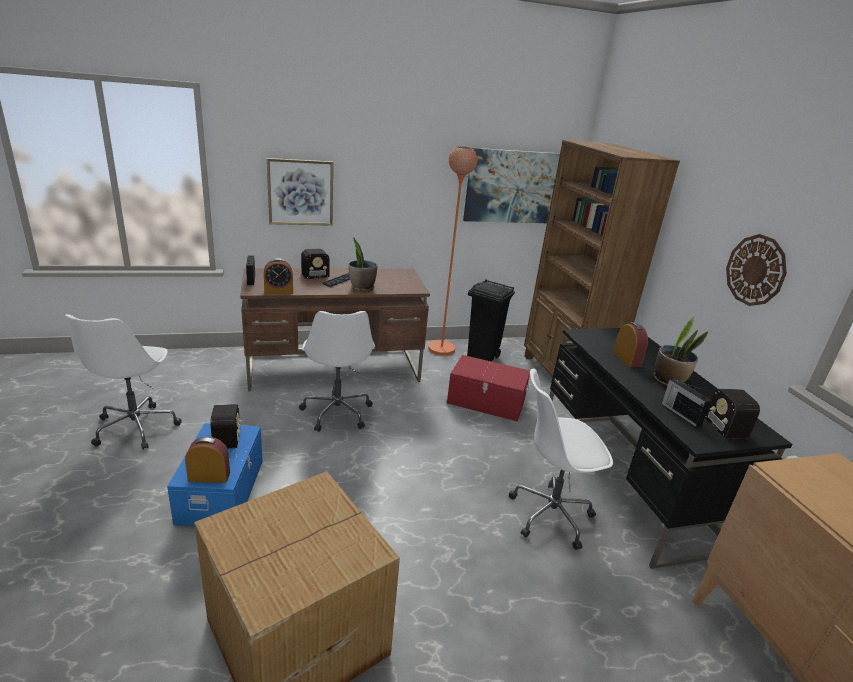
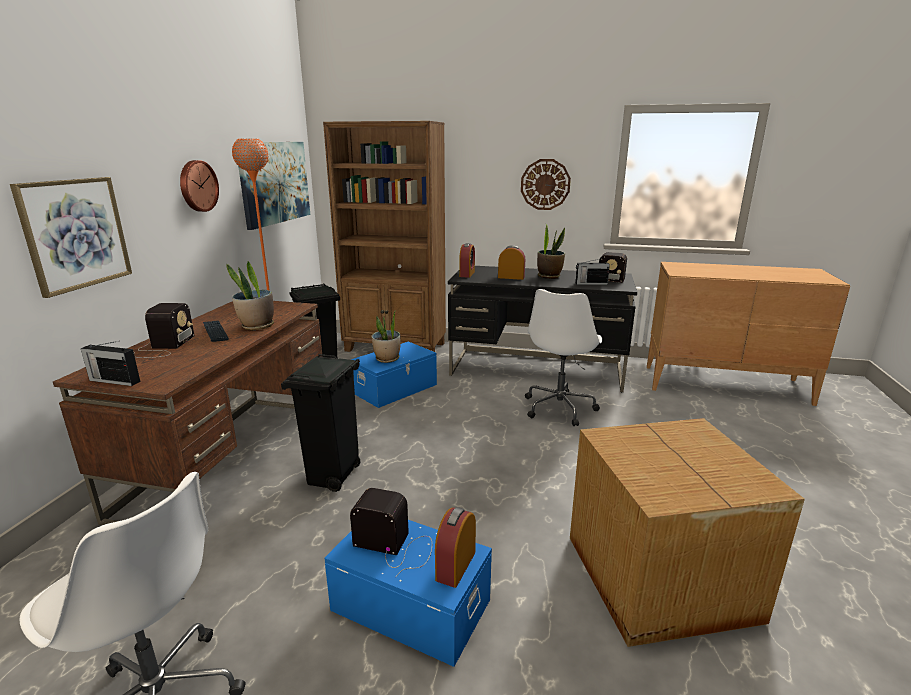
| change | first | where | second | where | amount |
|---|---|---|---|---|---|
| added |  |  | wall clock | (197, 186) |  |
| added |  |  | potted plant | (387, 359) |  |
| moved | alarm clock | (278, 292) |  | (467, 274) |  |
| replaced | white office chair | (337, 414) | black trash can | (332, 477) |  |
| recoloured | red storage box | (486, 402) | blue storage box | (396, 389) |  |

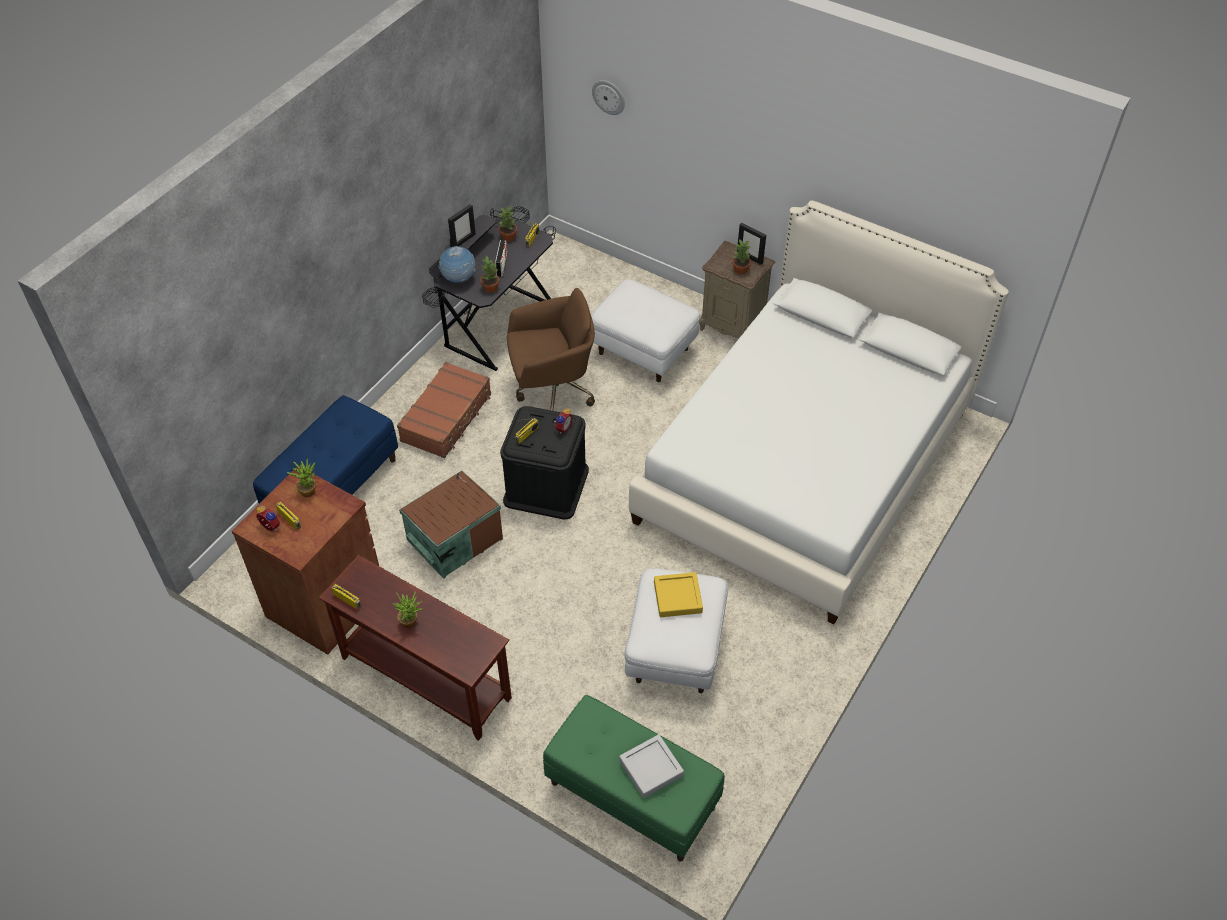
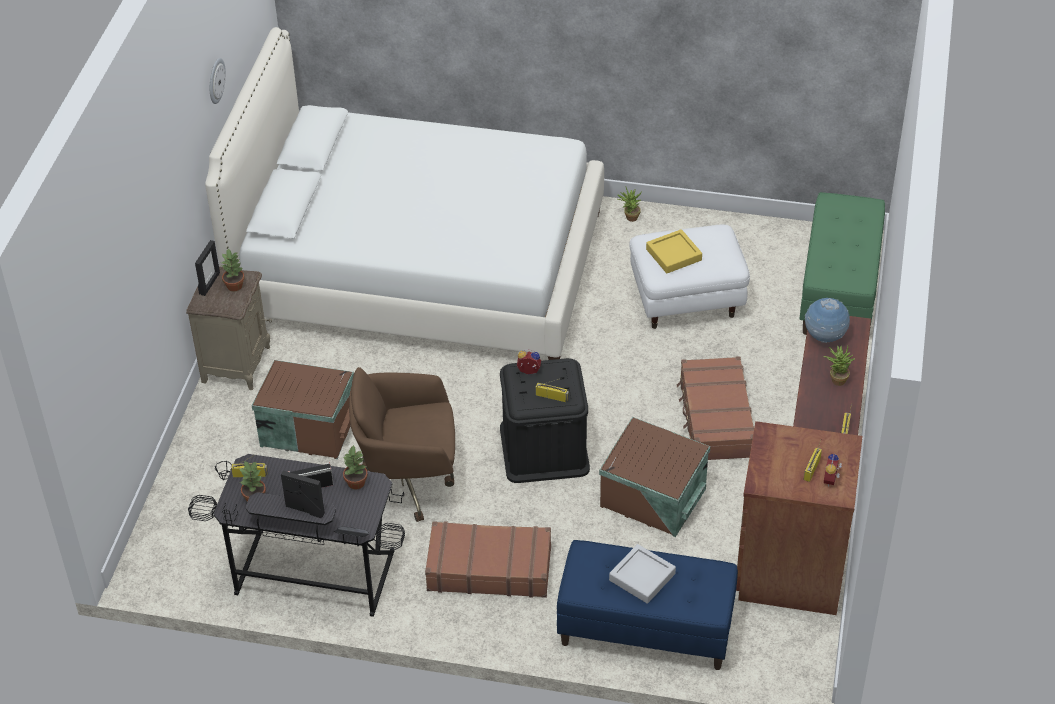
| change | first | where | second | where | amount |
|---|---|---|---|---|---|
| added |  |  | brown suitcase | (715, 418) |  |
| moved | potted plant | (309, 490) |  | (629, 218) |  |
| moved | globe | (459, 279) |  | (825, 337) |  |
| moved | wall clock | (609, 97) |  | (215, 80) |  |
| moved | grey tray | (651, 768) |  | (642, 577) |  |
| replaced | white ottoman | (644, 352) | brown storage box | (308, 427) |  |
| turned | brown office chair | (552, 394) |  | (409, 486) | 60 degrees counterclockwise |

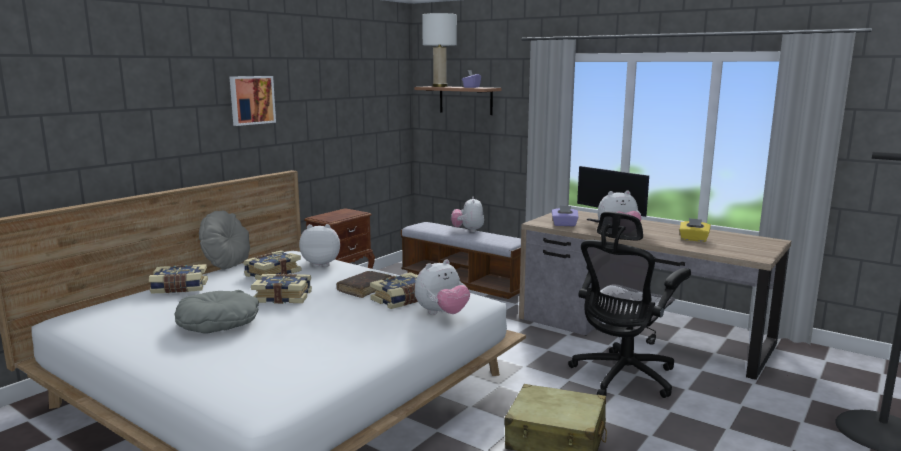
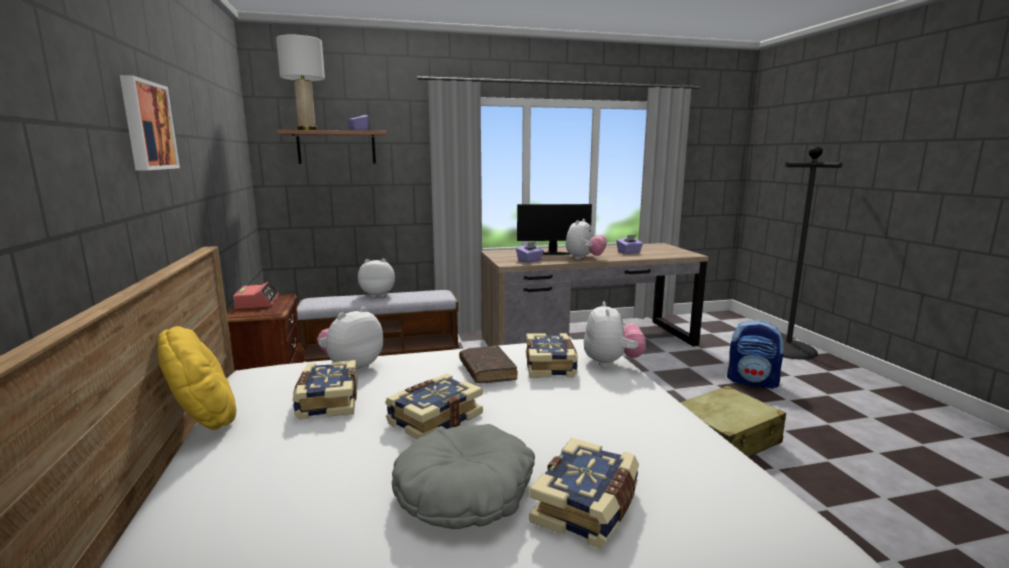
| change | first | where | second | where | amount |
|---|---|---|---|---|---|
| removed | office chair | (624, 377) |  |  |  |
| added |  |  | alarm clock | (257, 302) |  |
| added |  |  | backpack | (753, 381) |  |
| moved | book | (179, 288) |  | (588, 507) |  |
| recoloured | grey pillow | (227, 265) | yellow pillow | (204, 423) |  |
| recoloured | yellow tissue box | (693, 239) | purple tissue box | (629, 252) |  |
| turned | plush toy | (468, 230) |  | (378, 295) | 135 degrees clockwise |

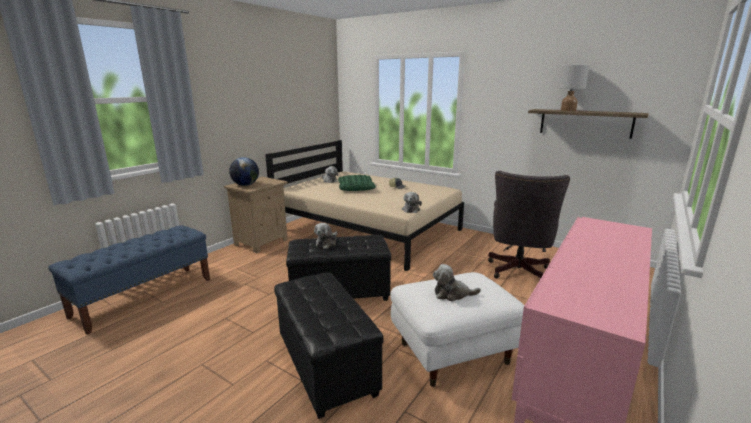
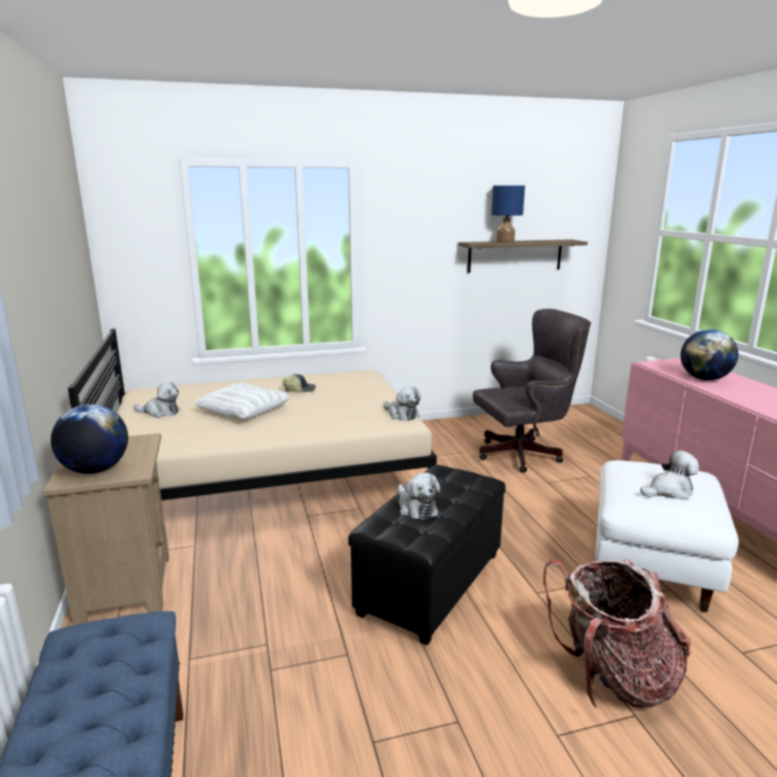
| change | first | where | second | where | amount |
|---|---|---|---|---|---|
| added |  |  | globe | (704, 379) |  |
| replaced | black ottoman | (325, 365) | backpack | (612, 677) |  |
| recoloured | green pillow | (356, 188) | white pillow | (243, 410) |  |
| recoloured | grey table lamp | (568, 110) | blue table lamp | (505, 242) |  |
| turned | plush toy | (452, 294) |  | (669, 491) | 150 degrees counterclockwise |
| turned | grey office chair | (518, 272) |  | (523, 454) | 75 degrees counterclockwise |

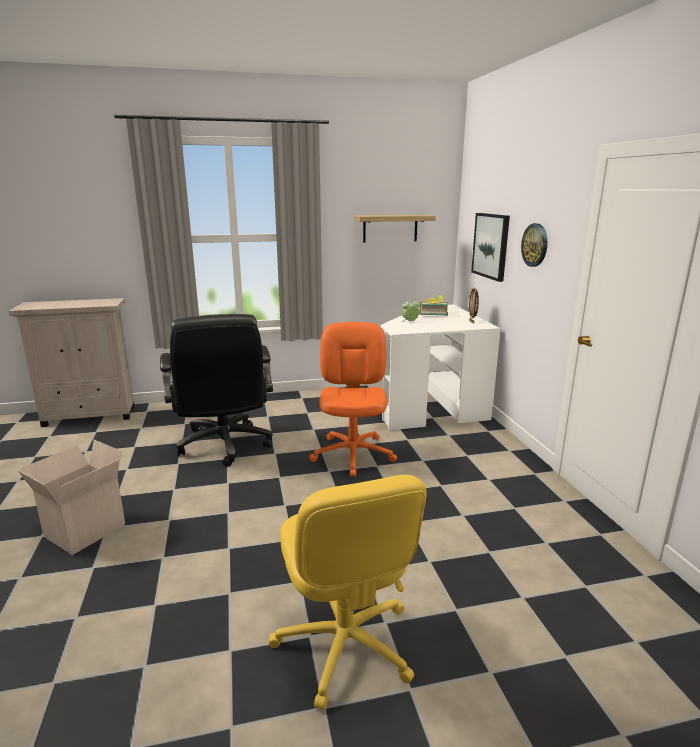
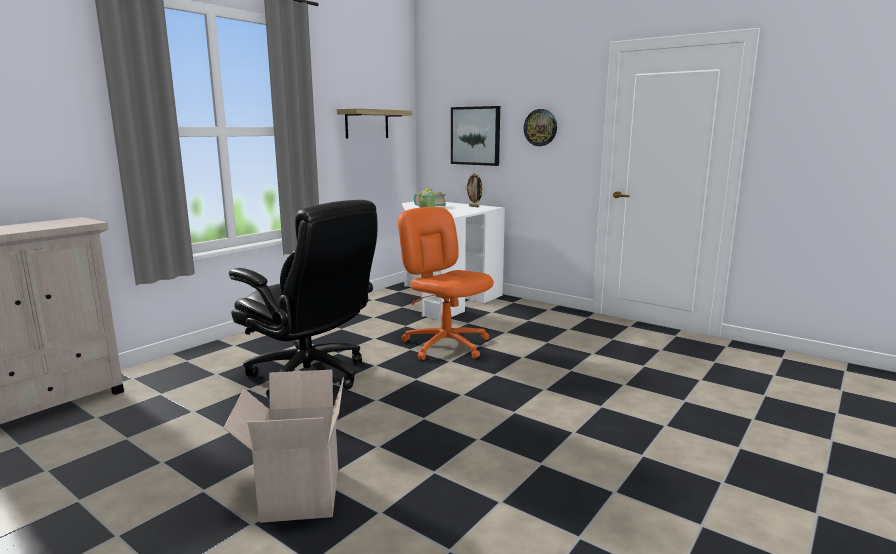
| change | first | where | second | where | amount |
|---|---|---|---|---|---|
| removed | yellow office chair | (344, 644) |  |  |  |

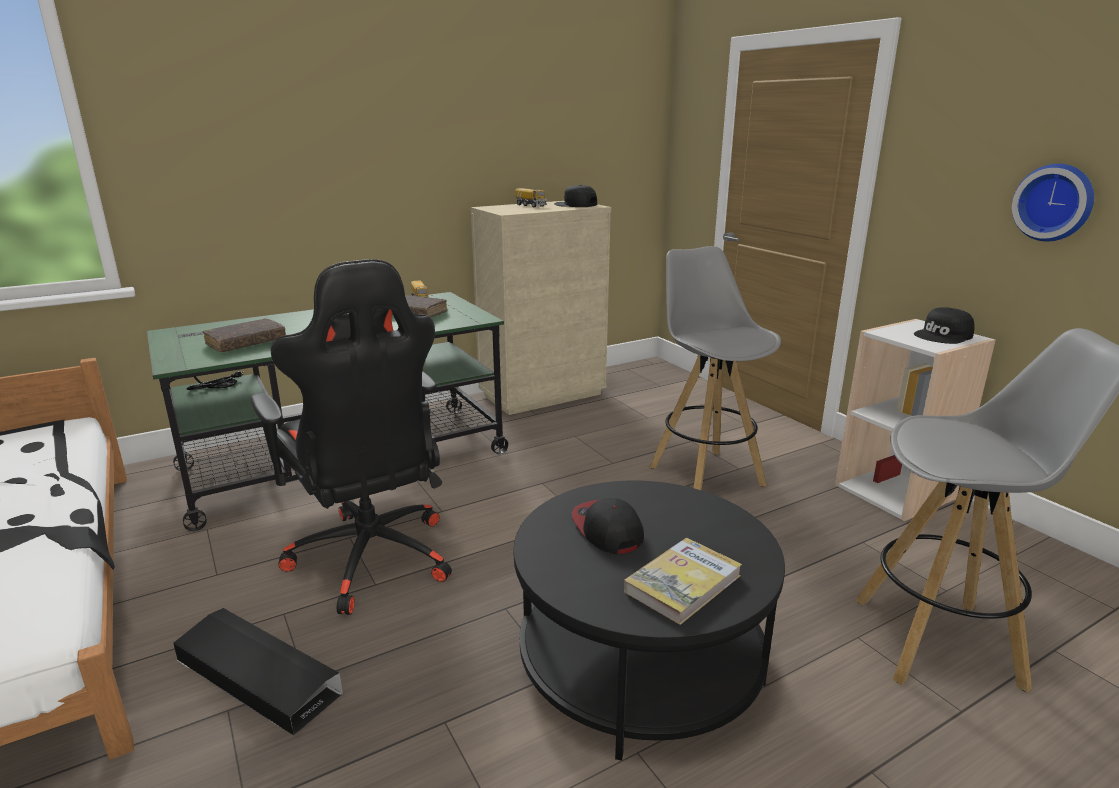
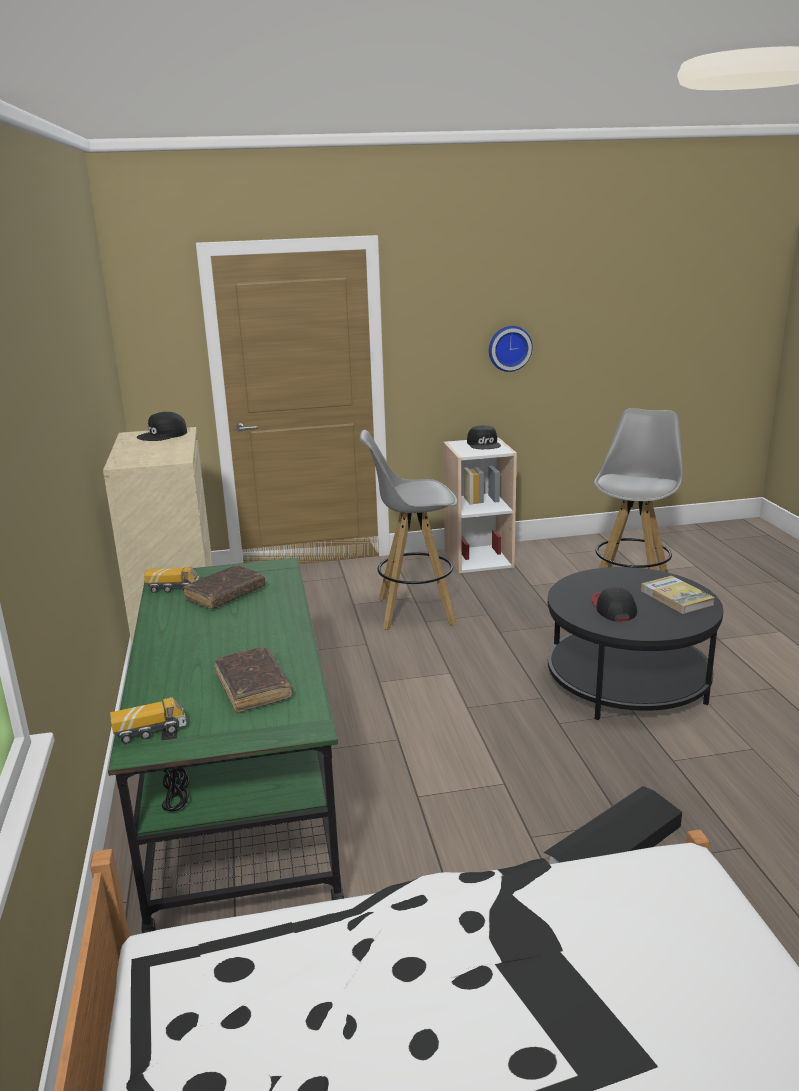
| change | first | where | second | where | amount |
|---|---|---|---|---|---|
| removed | black office chair | (367, 550) |  |  |  |
| moved | toy truck | (531, 205) |  | (150, 732) |  |
| turned | cap | (606, 529) |  | (613, 608) | 90 degrees clockwise |

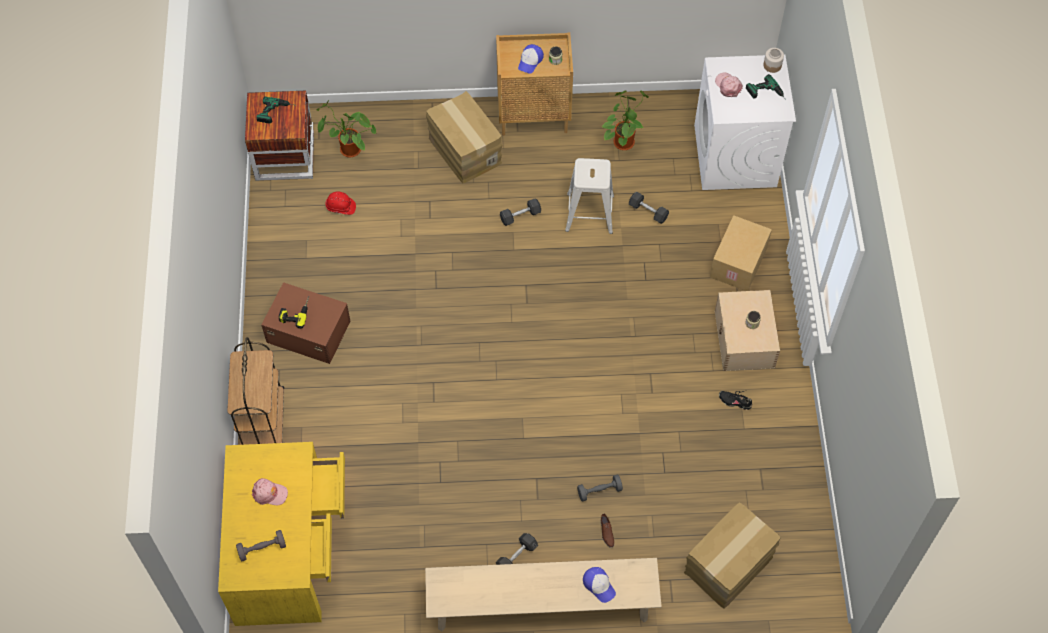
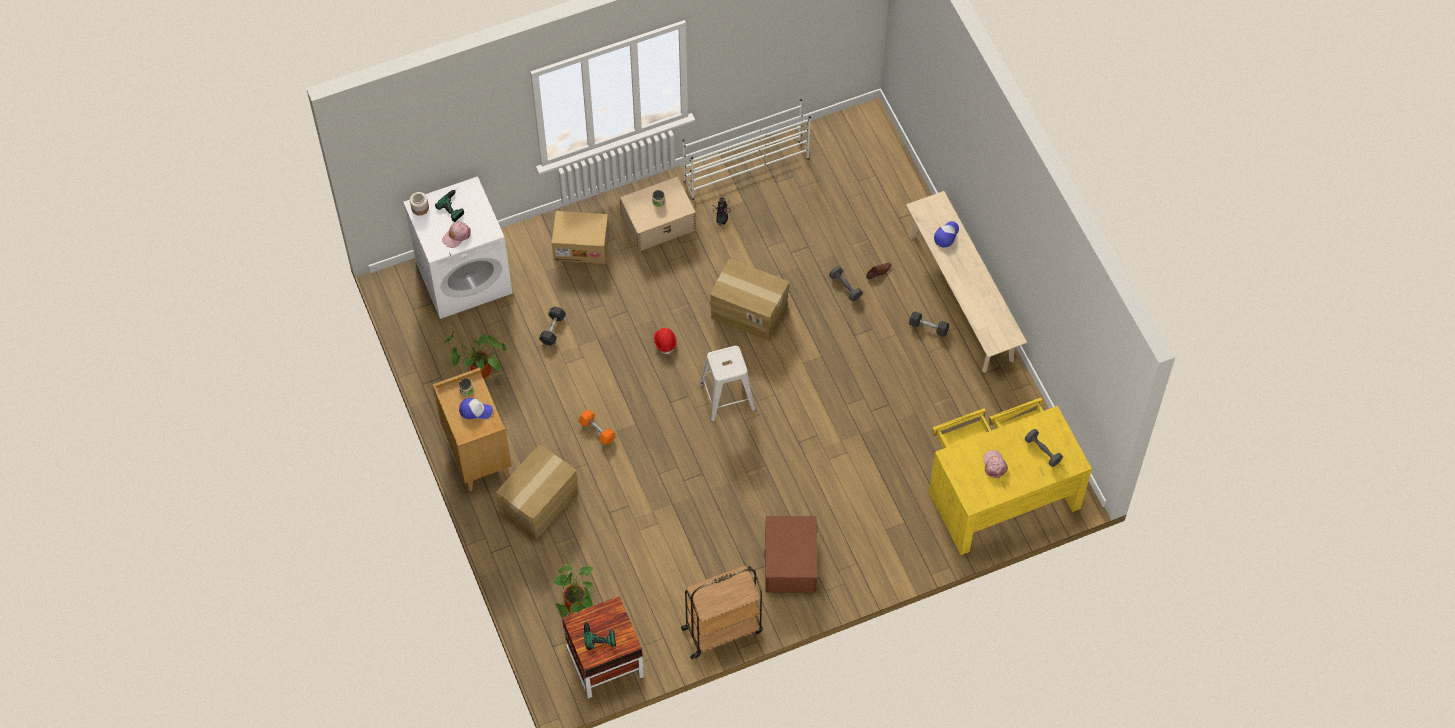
| change | first | where | second | where | amount |
|---|---|---|---|---|---|
| removed | power drill | (295, 312) |  |  |  |
| added |  |  | white shoe rack | (747, 170) |  |
| moved | brown cart | (263, 423) |  | (723, 630) |  |
| moved | red hard hat | (341, 207) |  | (665, 342) |  |
| moved | white stool | (589, 213) |  | (727, 397) |  |
| moved | cardboard box | (729, 565) |  | (749, 310) |  |
| recoloured | grey dumbbell | (520, 216) | orange dumbbell | (597, 430) |  |

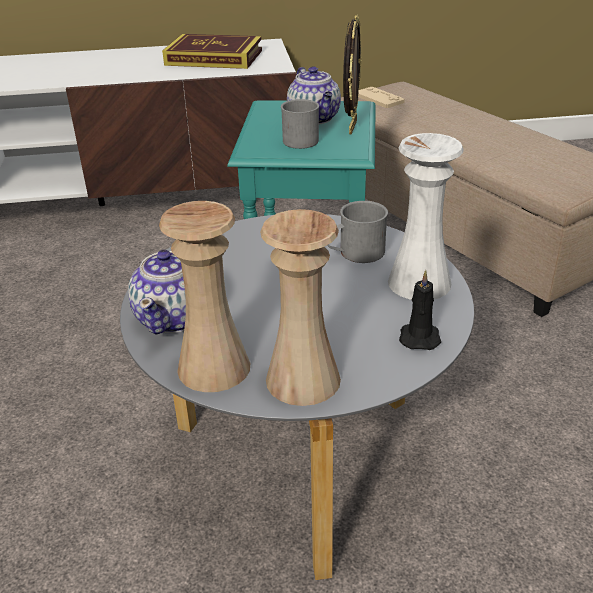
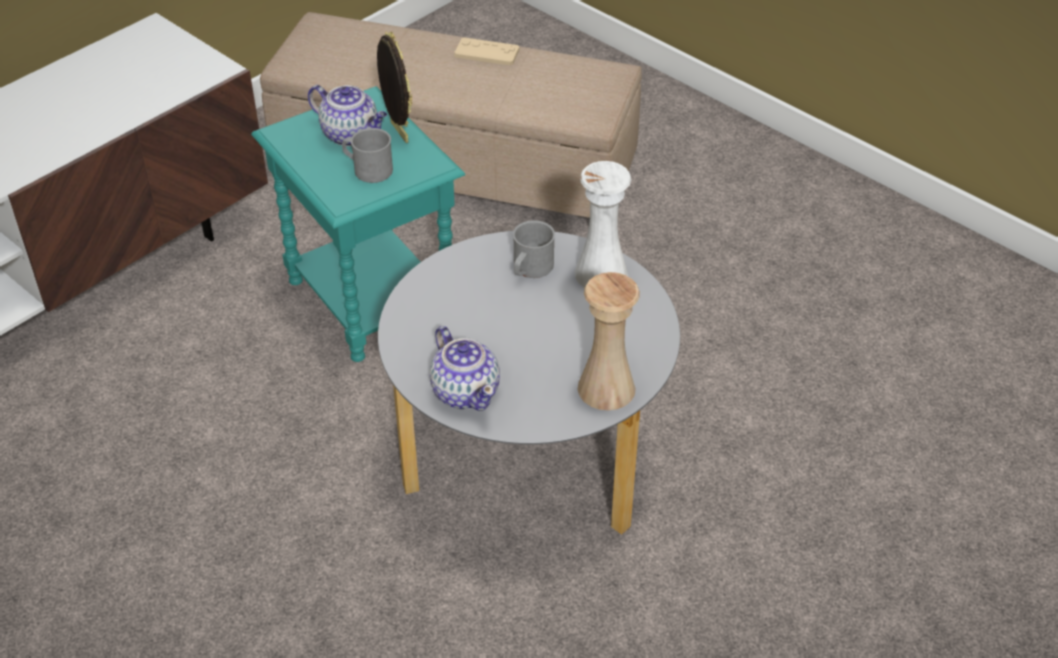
| change | first | where | second | where | amount |
|---|---|---|---|---|---|
| removed | beige vase | (214, 367) |  |  |  |
| removed | book | (214, 58) |  |  |  |
| removed | black candle | (419, 337) |  |  |  |
| moved | beige game controller | (379, 98) |  | (487, 53) |  |

